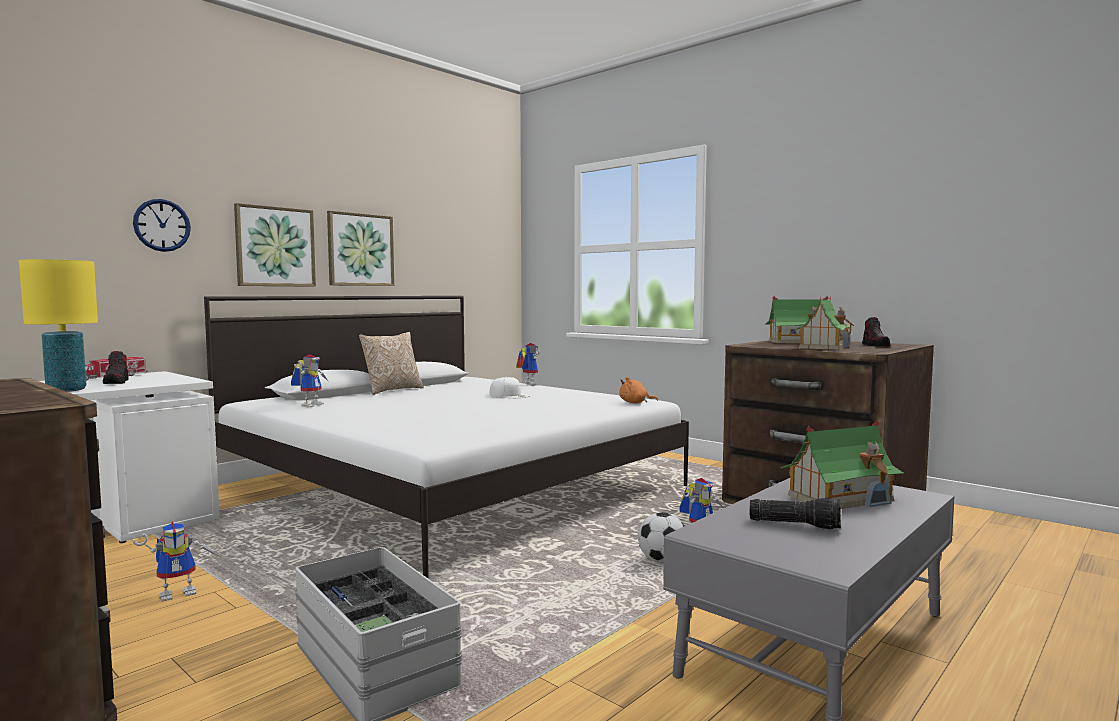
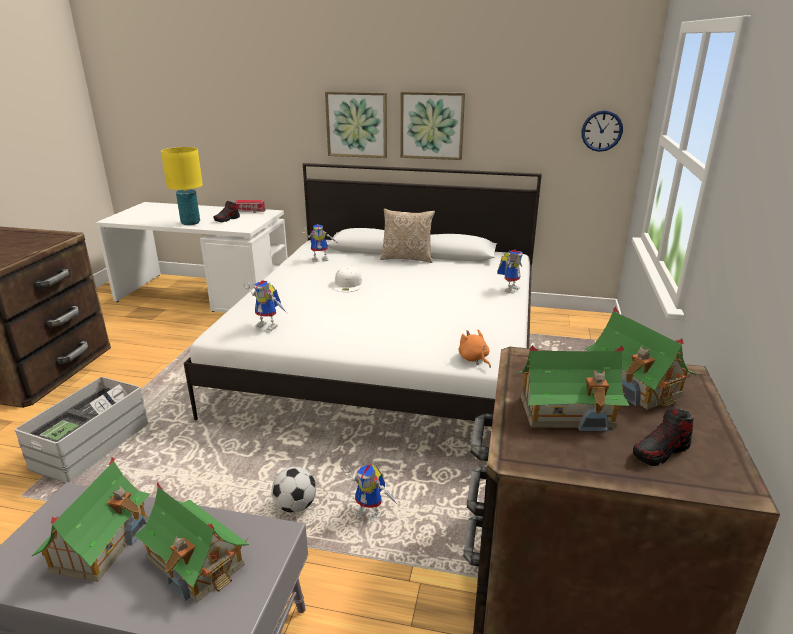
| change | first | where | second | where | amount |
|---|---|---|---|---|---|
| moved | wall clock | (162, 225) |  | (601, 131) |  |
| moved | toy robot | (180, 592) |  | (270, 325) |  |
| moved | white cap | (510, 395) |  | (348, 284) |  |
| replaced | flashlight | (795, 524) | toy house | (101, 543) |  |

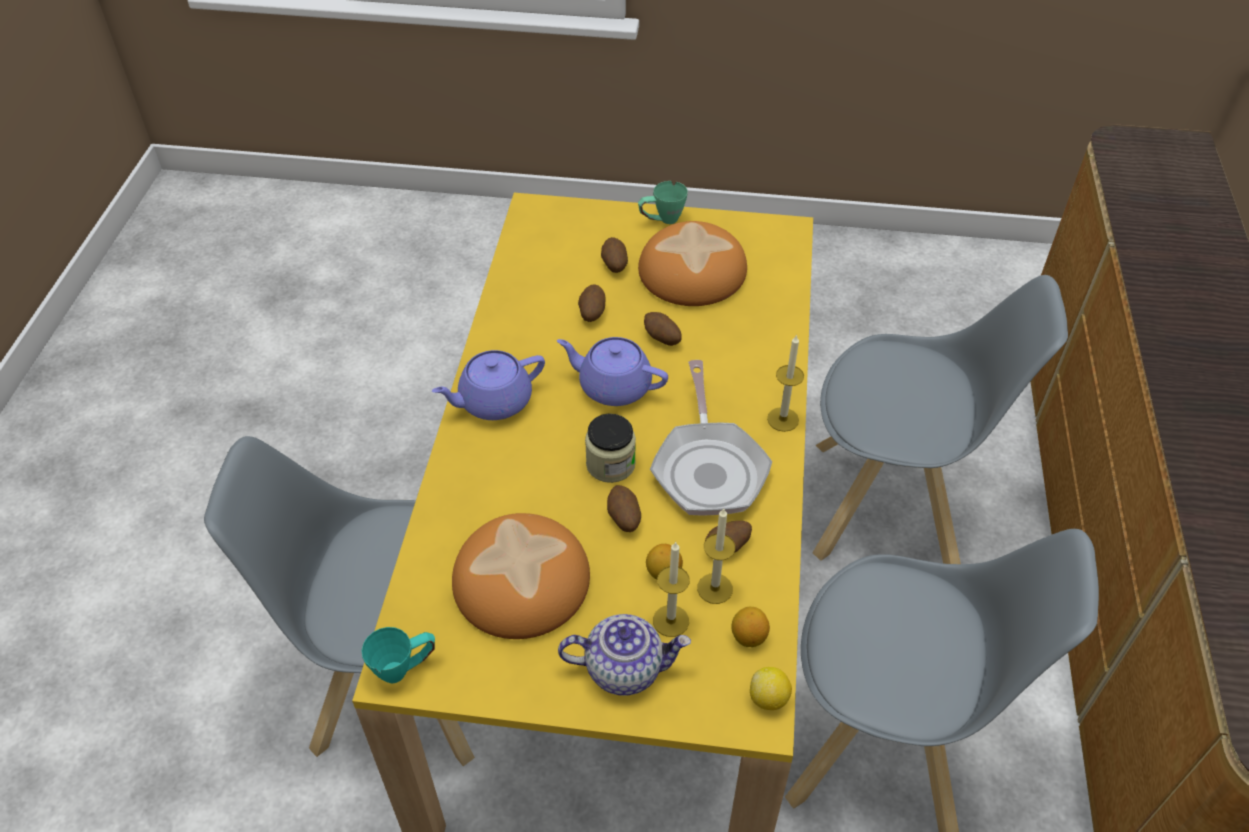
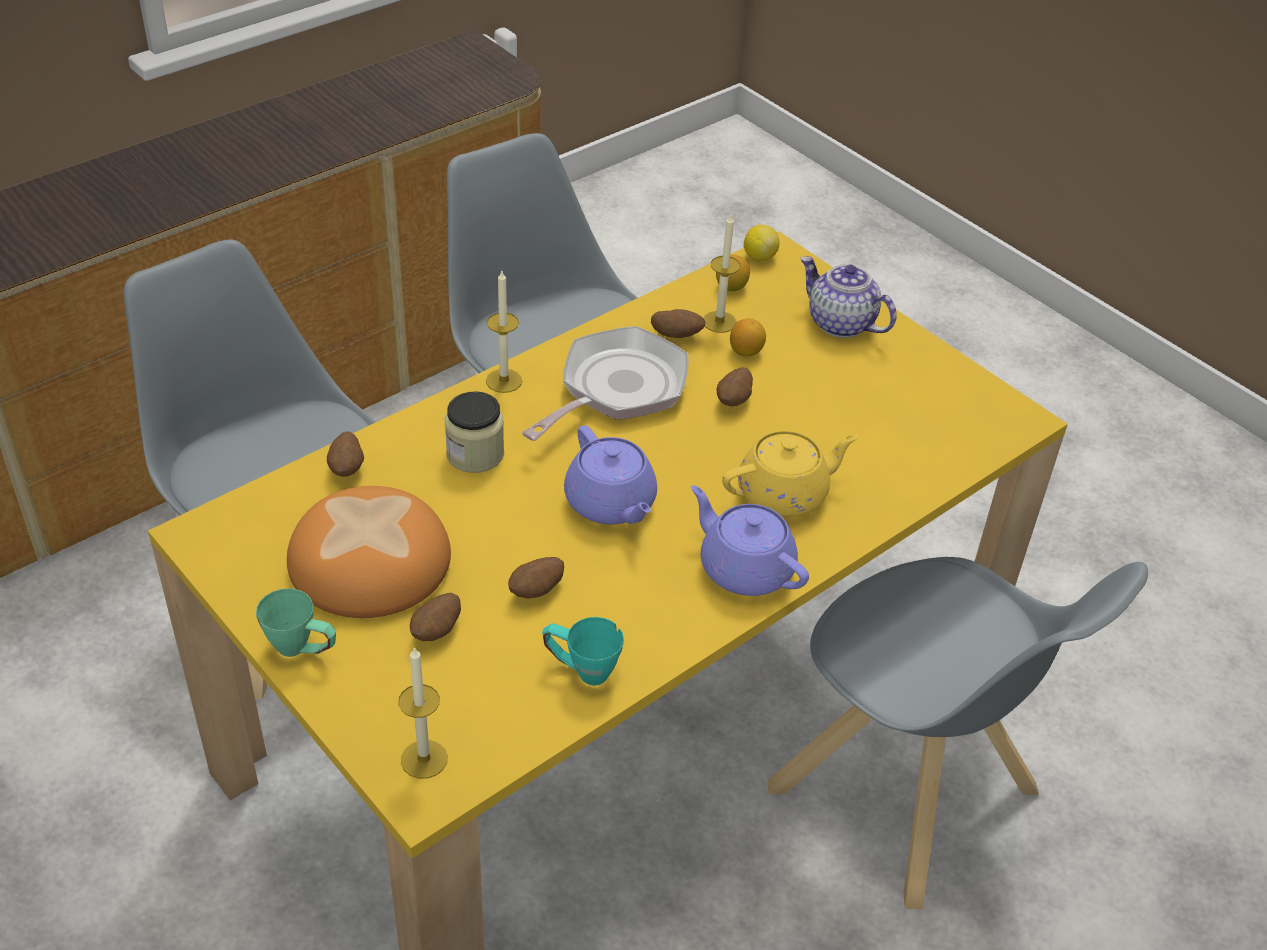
| change | first | where | second | where | amount |
|---|---|---|---|---|---|
| removed | bread | (521, 582) |  |  |  |
| added |  |  | yellow teapot | (784, 494) |  |
| moved | turquoise mug | (405, 668) |  | (581, 670) |  |
| moved | jar | (610, 464) |  | (475, 454) |  |
| moved | potato | (662, 339) |  | (347, 469) |  |
| moved | candle | (671, 621) |  | (424, 759) |  |
| turned | purple teapot | (493, 401) |  | (744, 568) | 150 degrees counterclockwise |

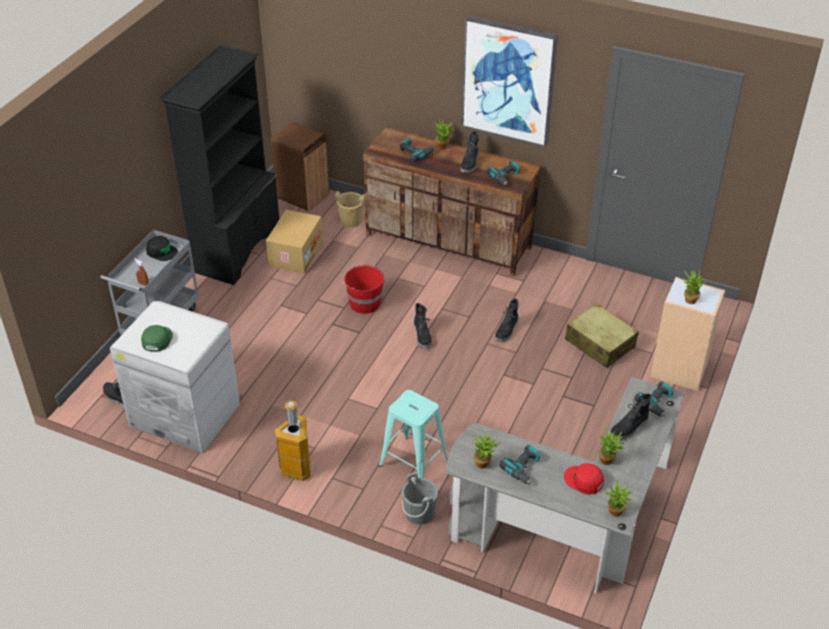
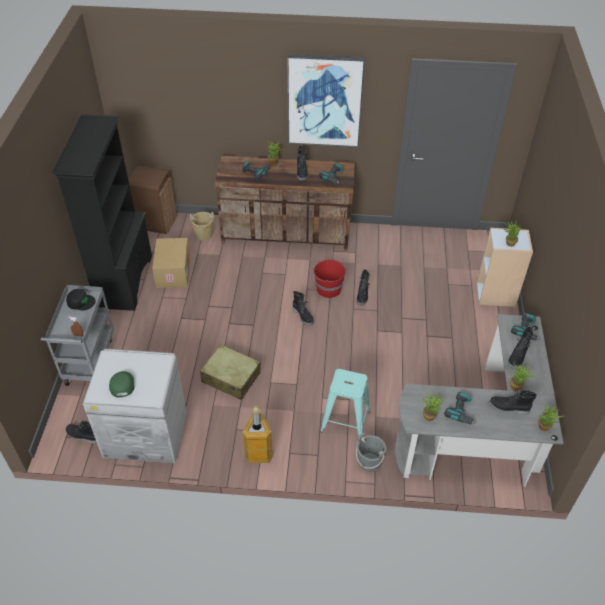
| change | first | where | second | where | amount |
|---|---|---|---|---|---|
| moved | red bucket | (364, 303) |  | (328, 289) |  |
| moved | beige suitcase | (600, 343) |  | (231, 377) |  |
| replaced | red cap | (584, 480) | black boot | (508, 408) |  |

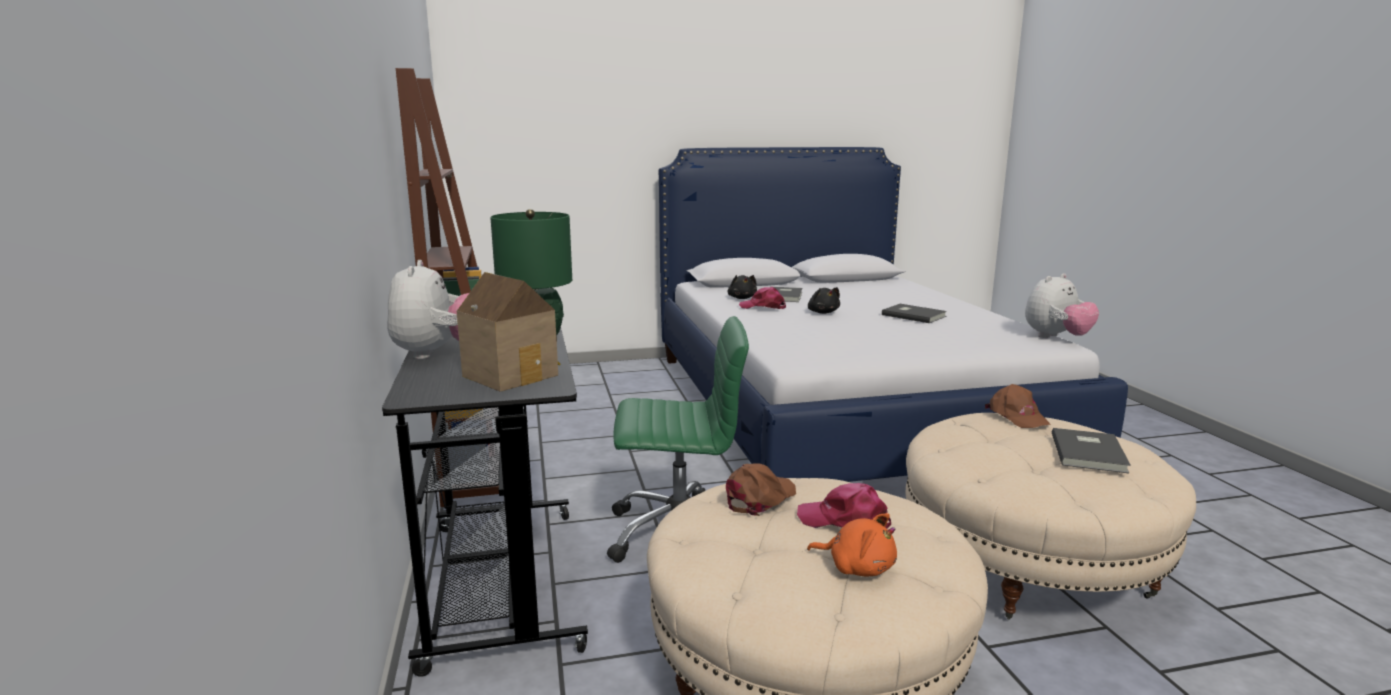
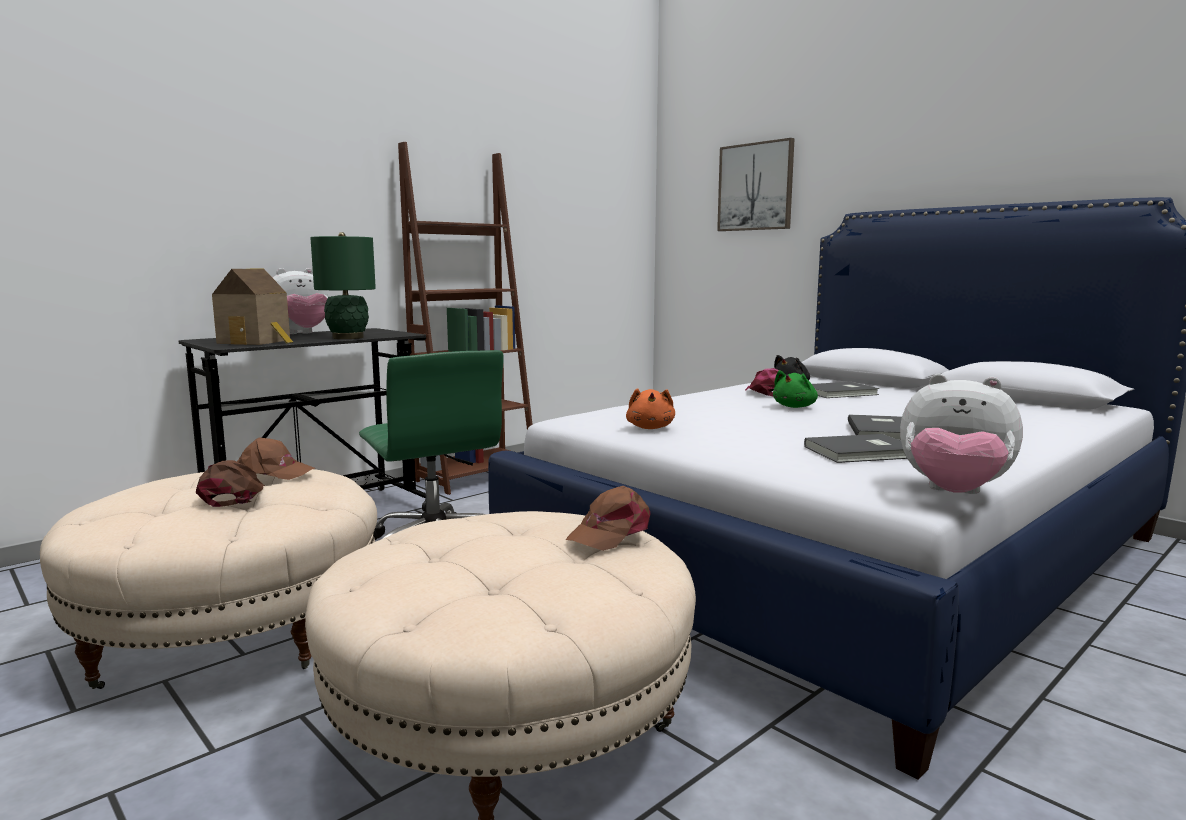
| change | first | where | second | where | amount |
|---|---|---|---|---|---|
| added |  |  | picture | (755, 187) |  |
| moved | orange plush toy | (857, 567) |  | (650, 428) |  |
| moved | grey book | (1090, 453) |  | (863, 452) |  |
| recoloured | pink cap | (845, 520) | brown cap | (233, 495) |  |
| recoloured | black plush toy | (822, 312) | green plush toy | (795, 407) |  |

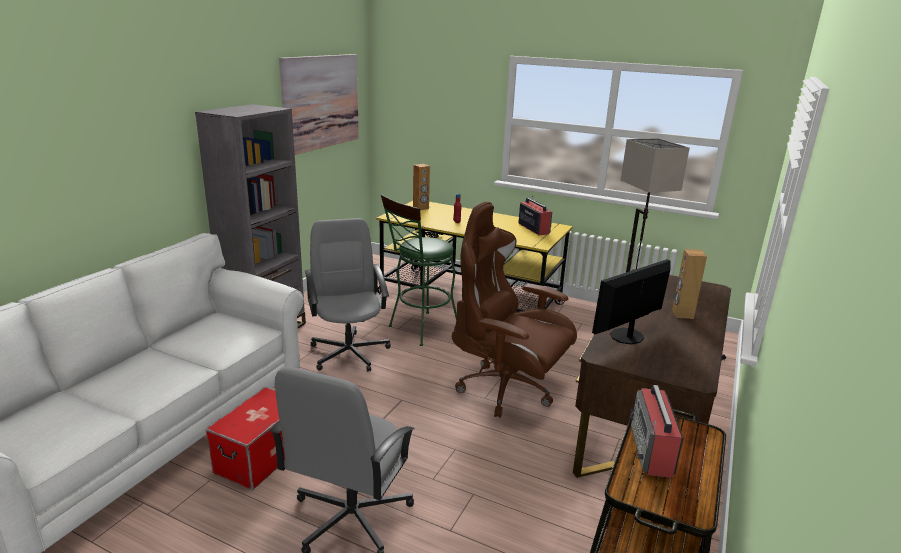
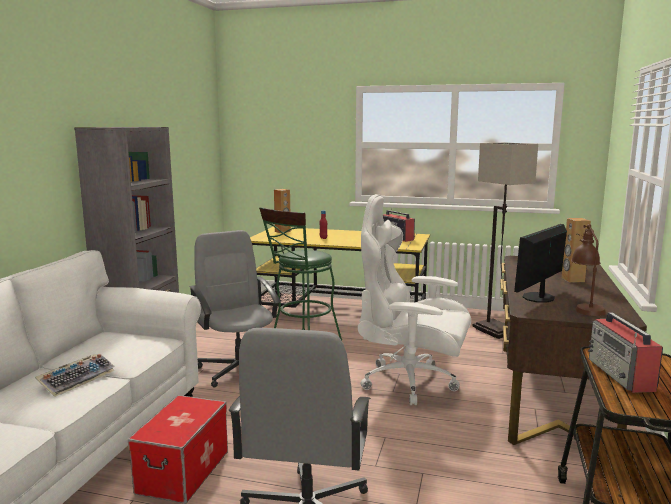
| change | first | where | second | where | amount |
|---|---|---|---|---|---|
| removed | picture | (321, 102) |  |  |  |
| added |  |  | keyboard | (77, 379) |  |
| added |  |  | brown table lamp | (585, 307) |  |
| recoloured | brown office chair | (510, 392) | white office chair | (415, 383) |  |

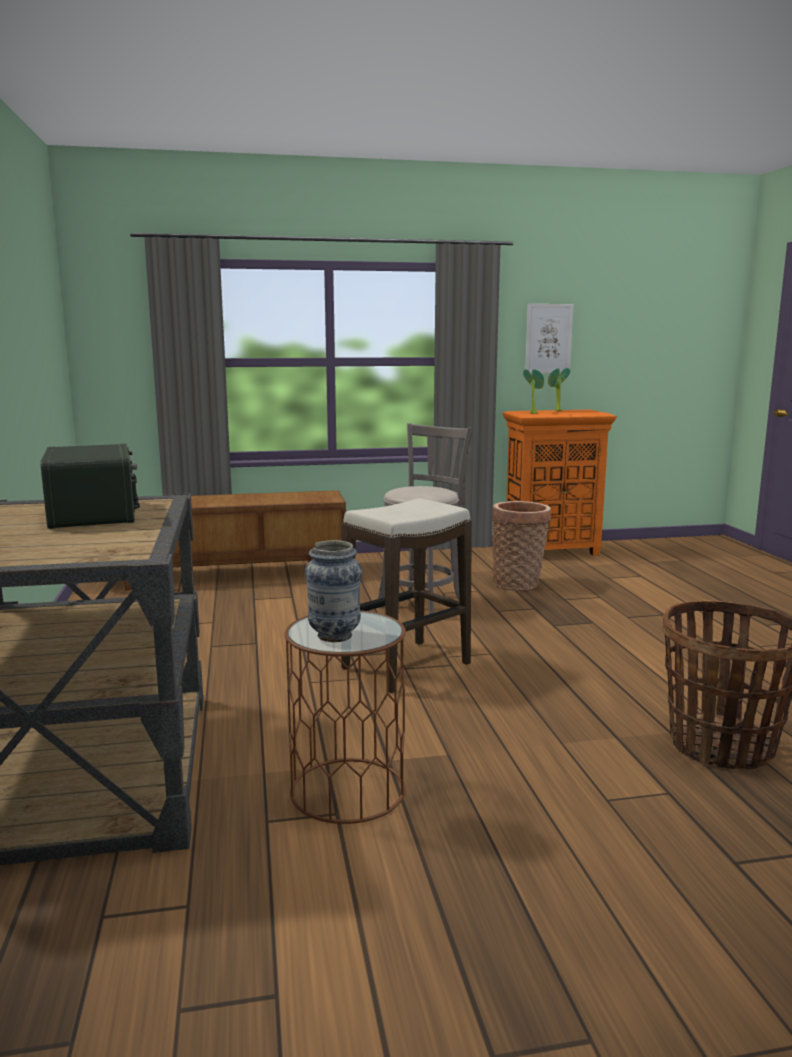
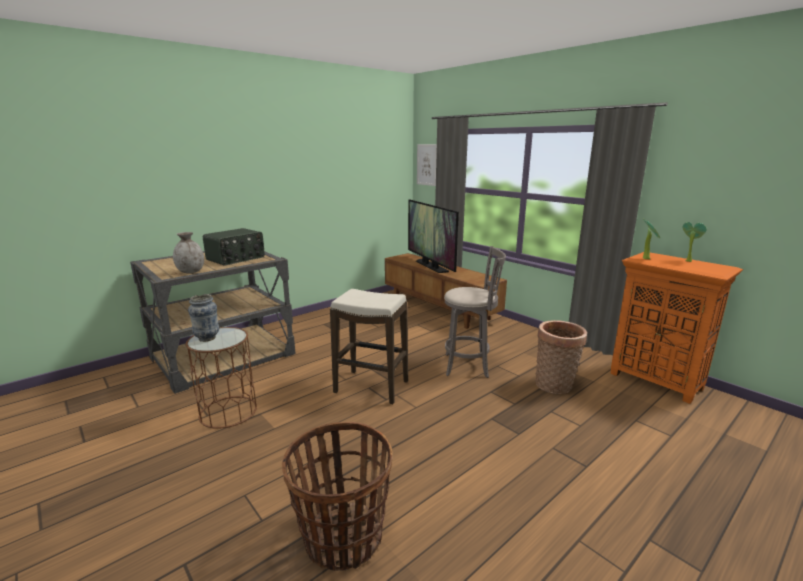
| change | first | where | second | where | amount |
|---|---|---|---|---|---|
| added |  |  | grey vase | (191, 271) |  |
| added |  |  | television | (431, 266) |  |
| moved | picture | (548, 339) |  | (427, 165) |  |

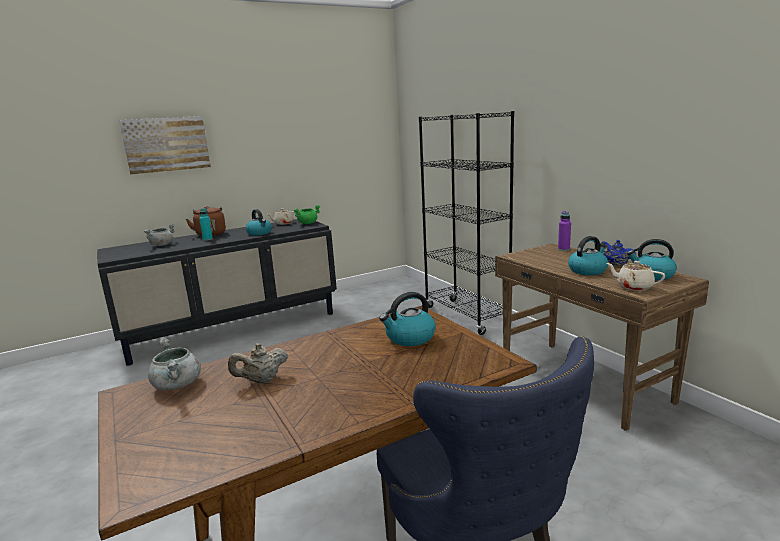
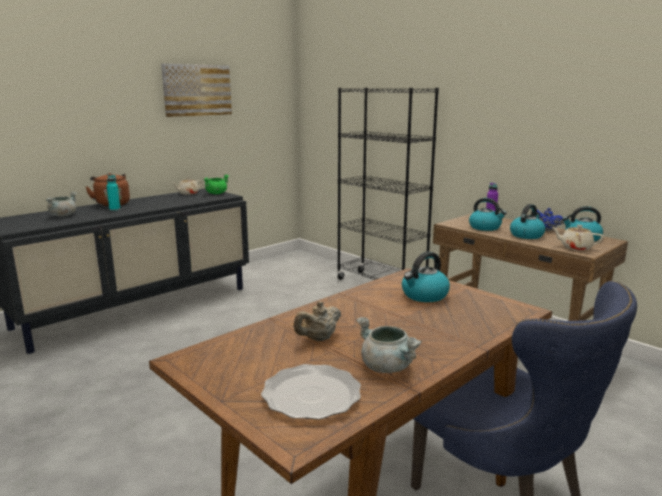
| change | first | where | second | where | amount |
|---|---|---|---|---|---|
| added |  |  | plate | (311, 395) |  |
| moved | picture | (166, 144) |  | (197, 90) |  |
| moved | grey cooking pot | (177, 385) |  | (387, 367) |  |
| moved | kettle | (260, 233) |  | (485, 227) |  |

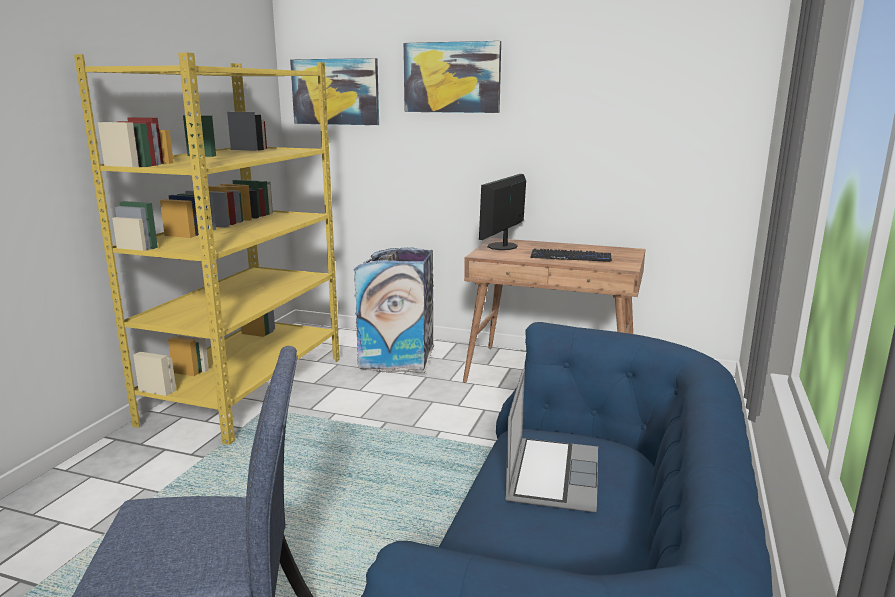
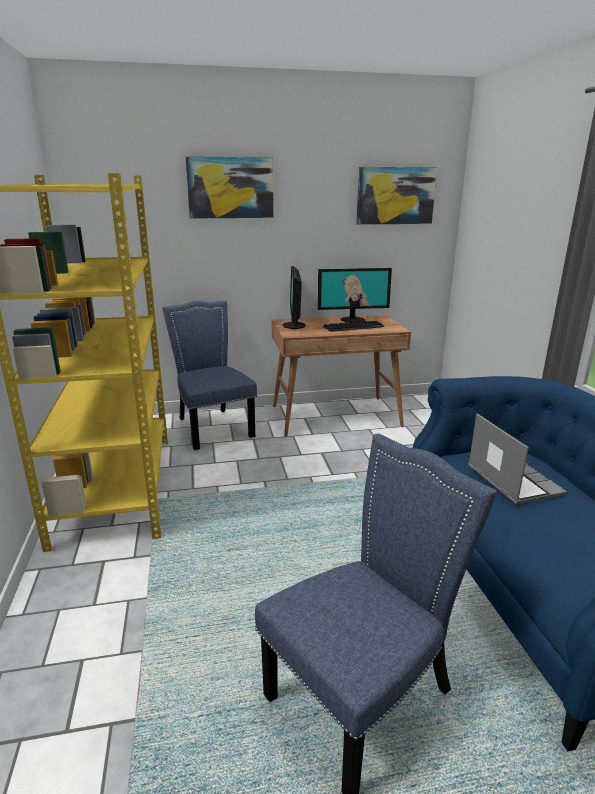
| change | first | where | second | where | amount |
|---|---|---|---|---|---|
| added |  |  | monitor | (352, 319) |  |
| moved | picture | (335, 92) |  | (395, 196) |  |
| replaced | trash can | (397, 357) | blue chair | (213, 429) |  |

